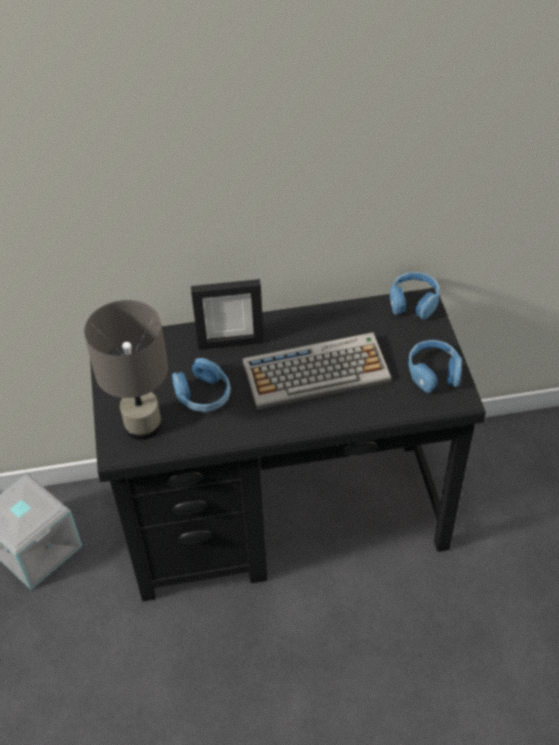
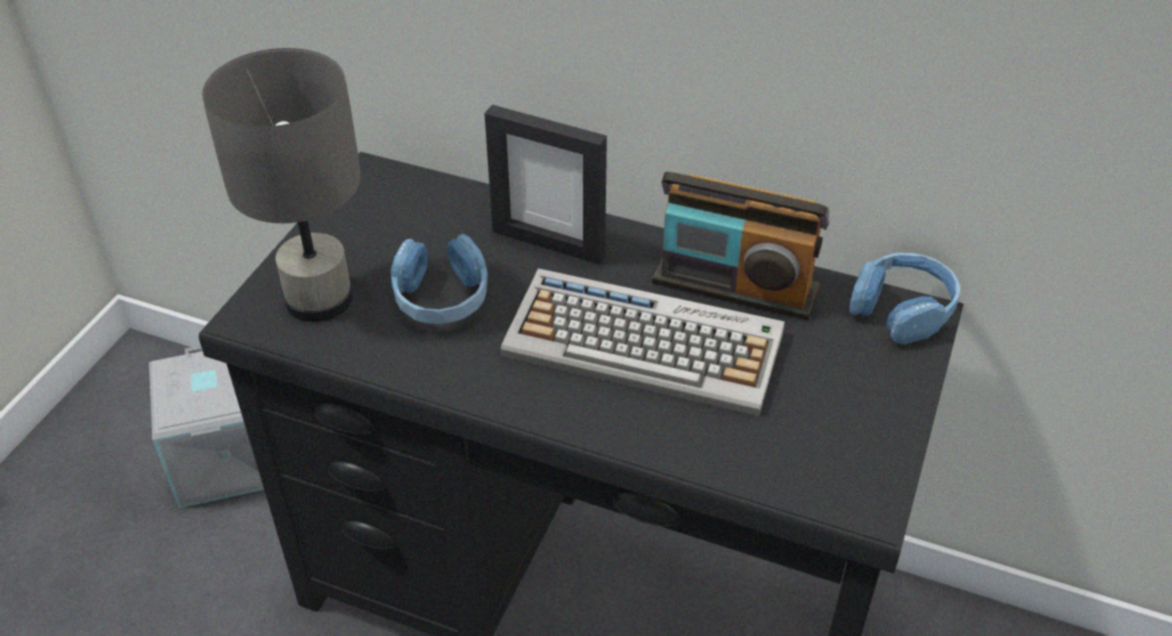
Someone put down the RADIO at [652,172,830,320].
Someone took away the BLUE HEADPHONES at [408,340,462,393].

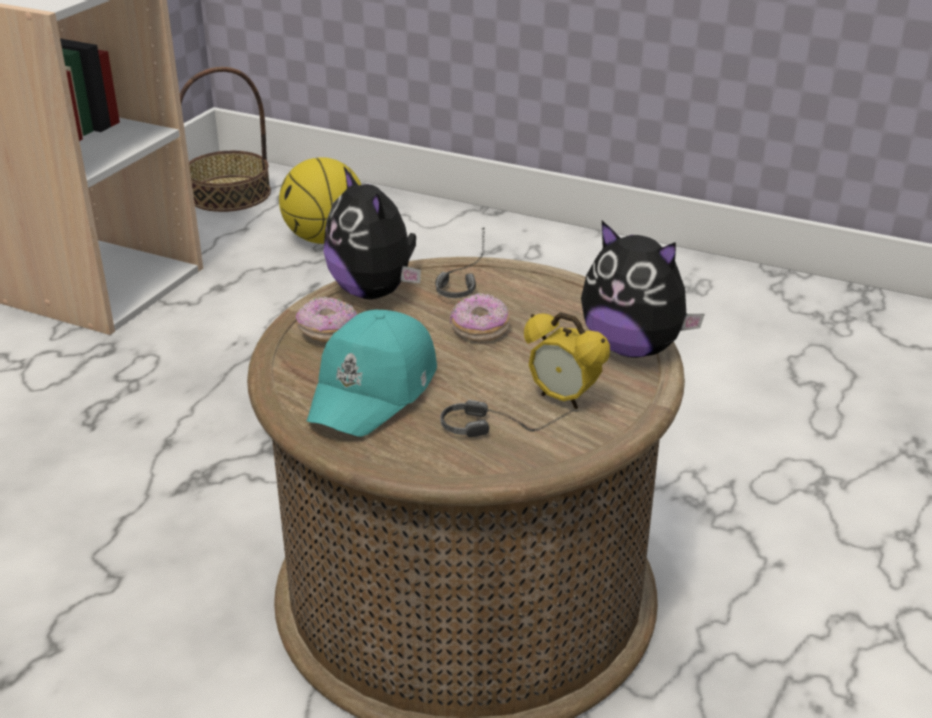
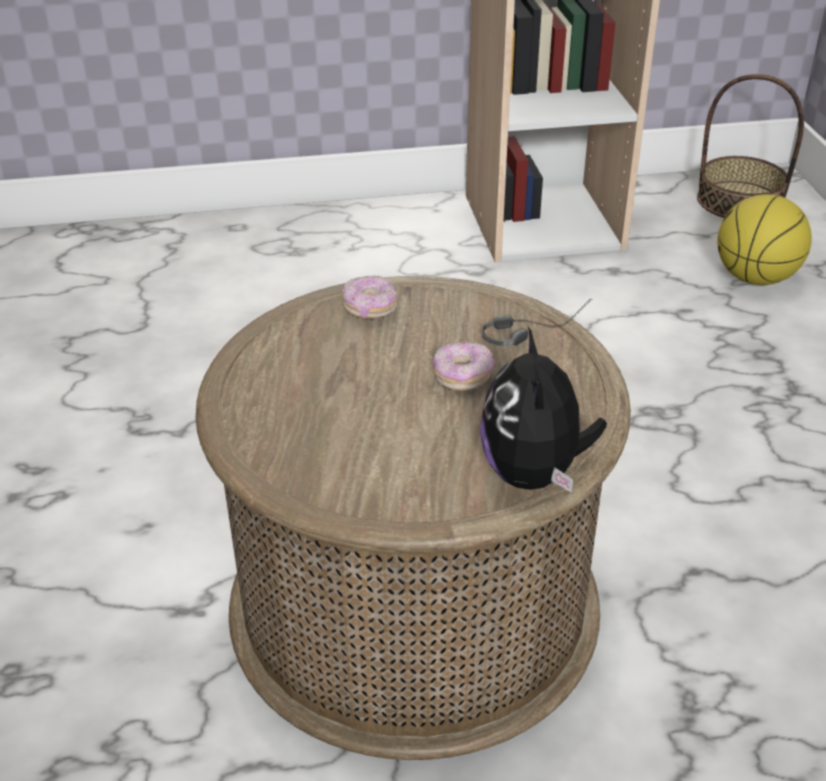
Someone took away the TURQUOISE CAP at [307,310,437,437].
Someone took away the PLUSH TOY at [324,167,421,299].
Someone took away the HEADPHONES at [440,400,579,438].
Someone took away the ALARM CLOCK at [524,312,610,409].

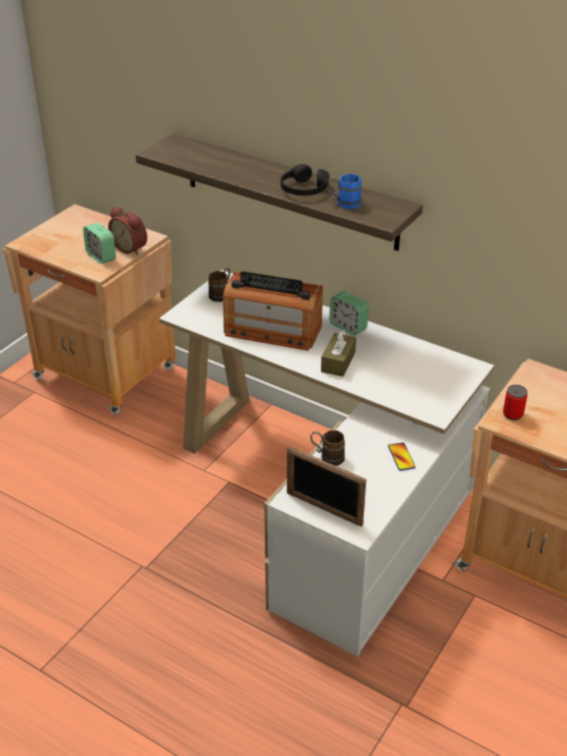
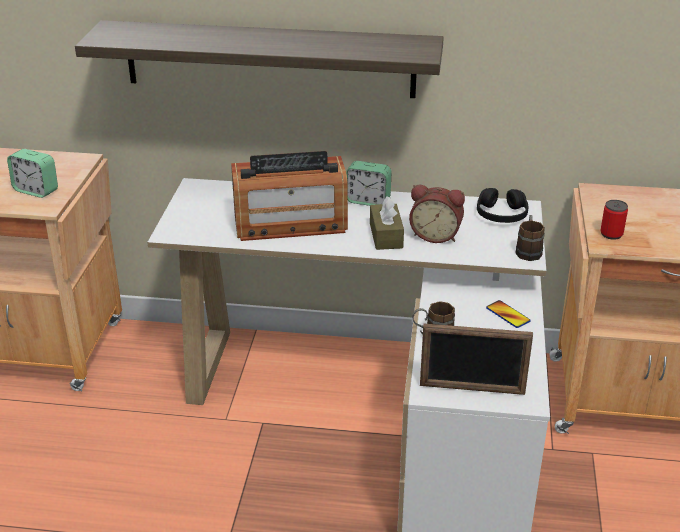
Someone carried the ALARM CLOCK from [108,206,147,255] to [409,185,465,243].
Someone carried the BLACK HEADPHONES from [280,164,329,196] to [477,188,529,223].
Someone carried the BROWN MUG from [208,268,230,302] to [515,215,545,261].
Someone took away the BLUE MUG at [327,174,362,209].

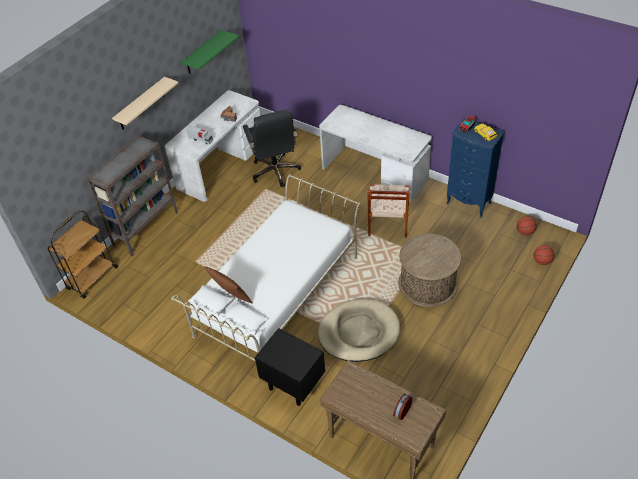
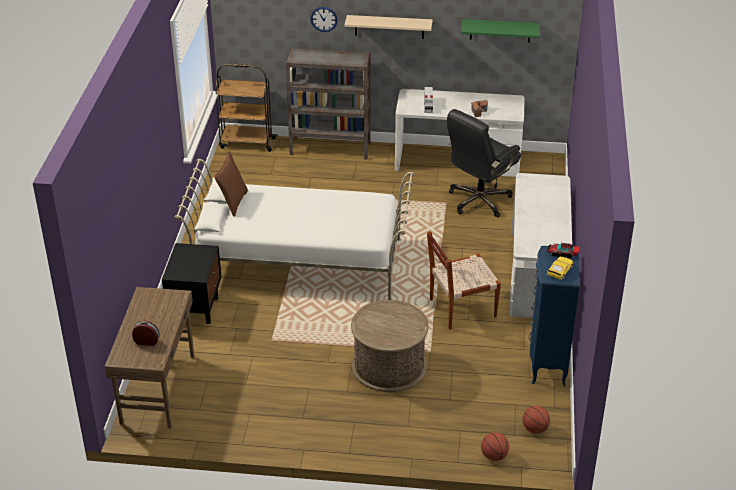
Someone put up the WALL CLOCK at [310,7,338,32].
Someone took away the BEIGE DOG BED at [318,299,400,362].

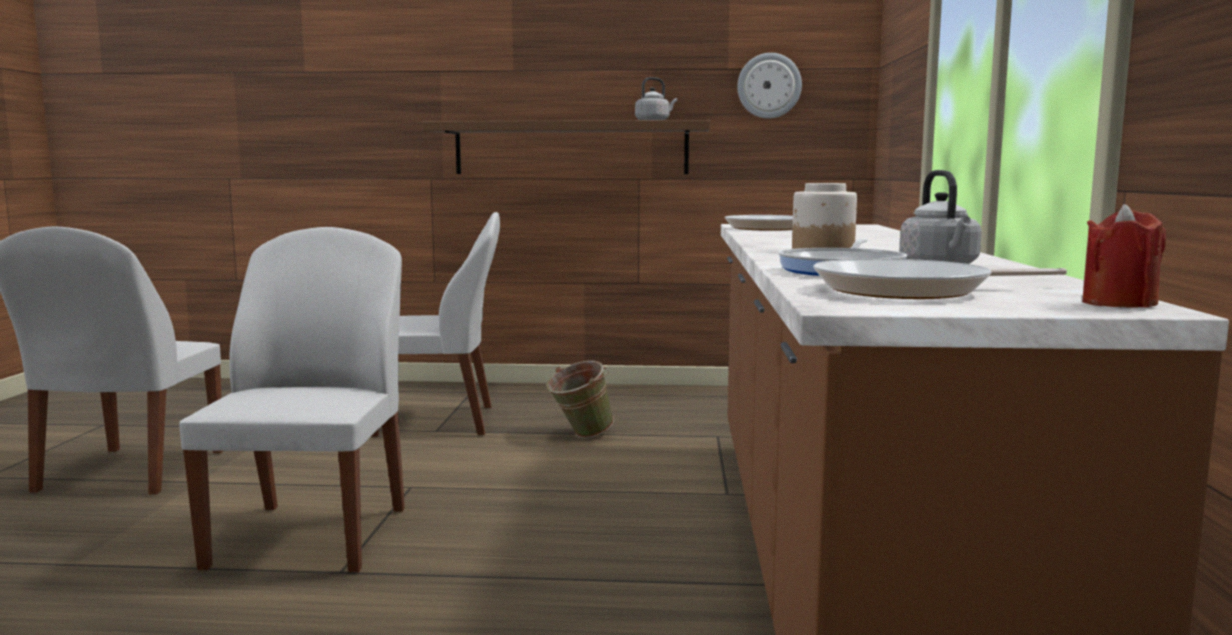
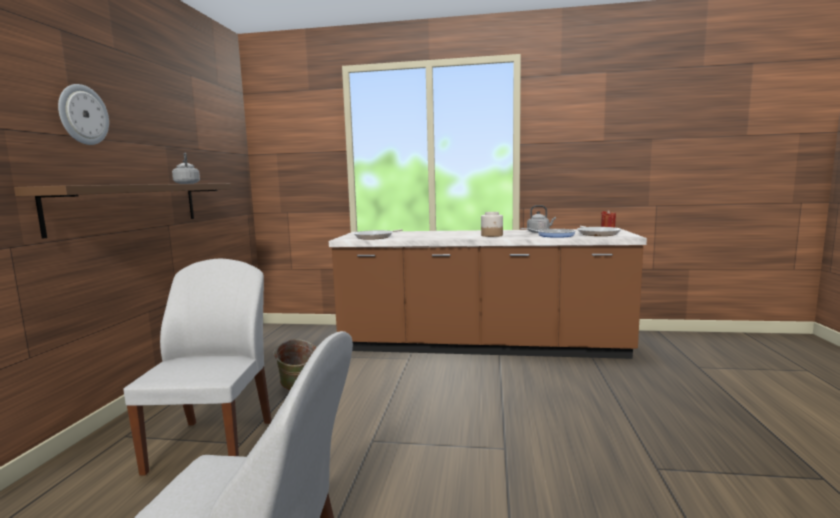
Someone carried the WALL CLOCK from [737,53,802,119] to [58,84,109,145].
Someone took away the WHITE CHAIR at [179,227,405,572].

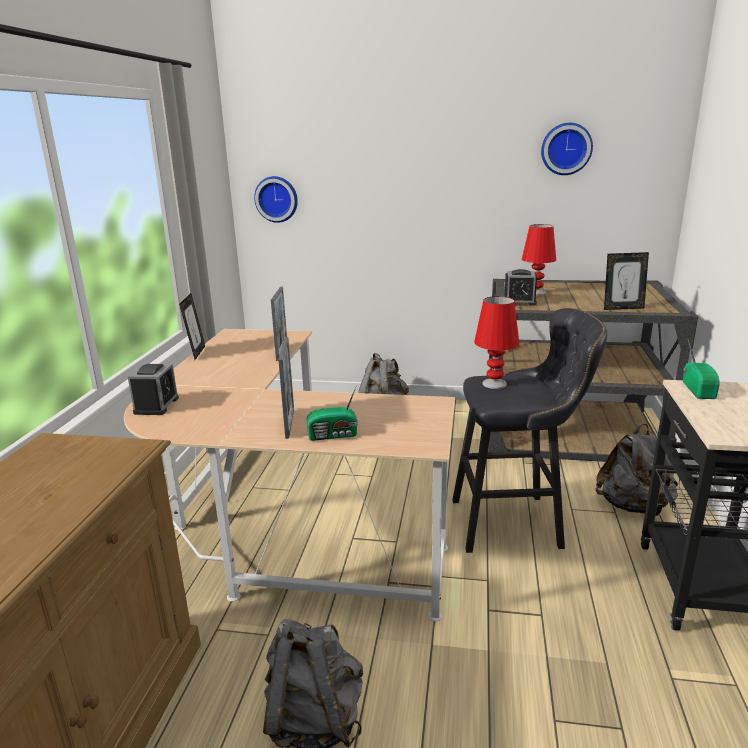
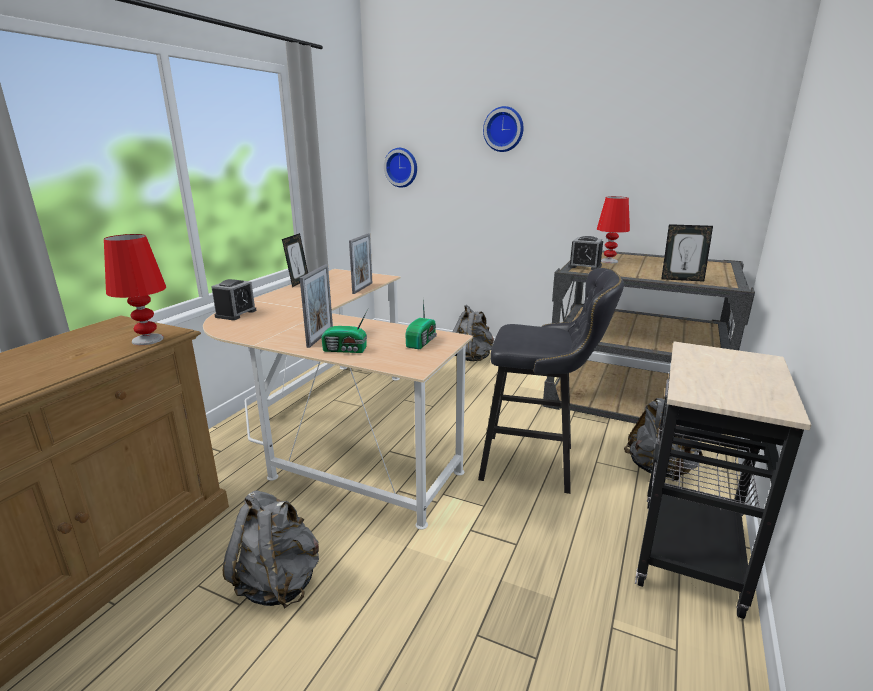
Someone carried the RED TABLE LAMP from [474,296,519,389] to [104,234,166,345].
Someone carried the RADIO from [683,340,720,399] to [405,299,437,349].
Someone carried the WALL CLOCK from [541,123,593,175] to [483,106,524,152].

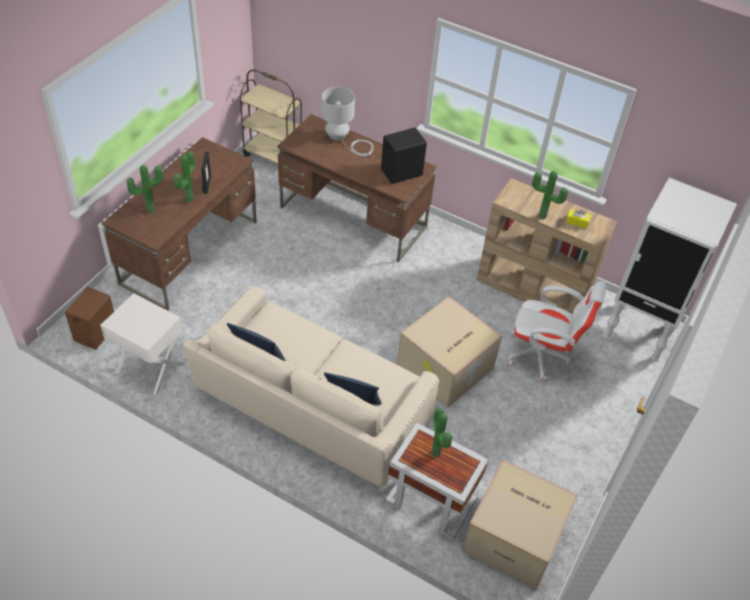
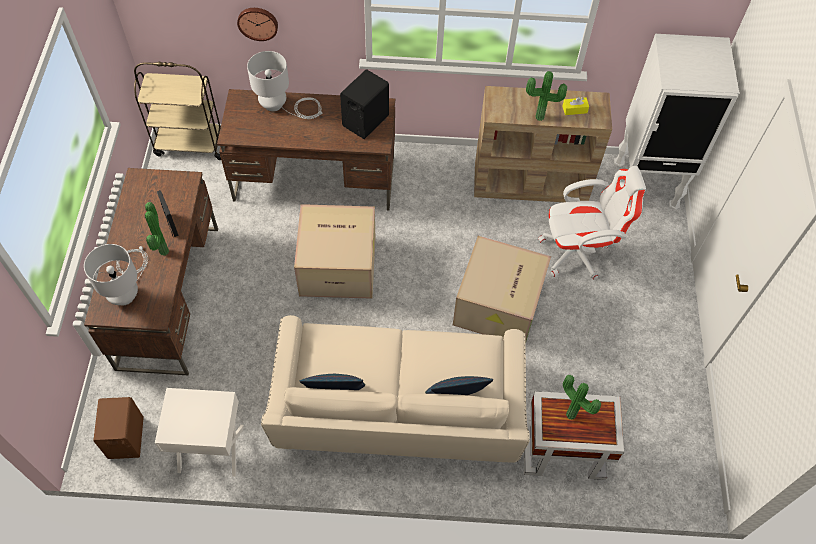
Someone swapped the POTTED PLANT at [127,165,163,213] for the GREY TABLE LAMP at [84,244,148,305].
Someone put up the WALL CLOCK at [237,8,278,41].
Someone carried the CARDBOARD BOX from [462,459,578,590] to [294,204,375,299].

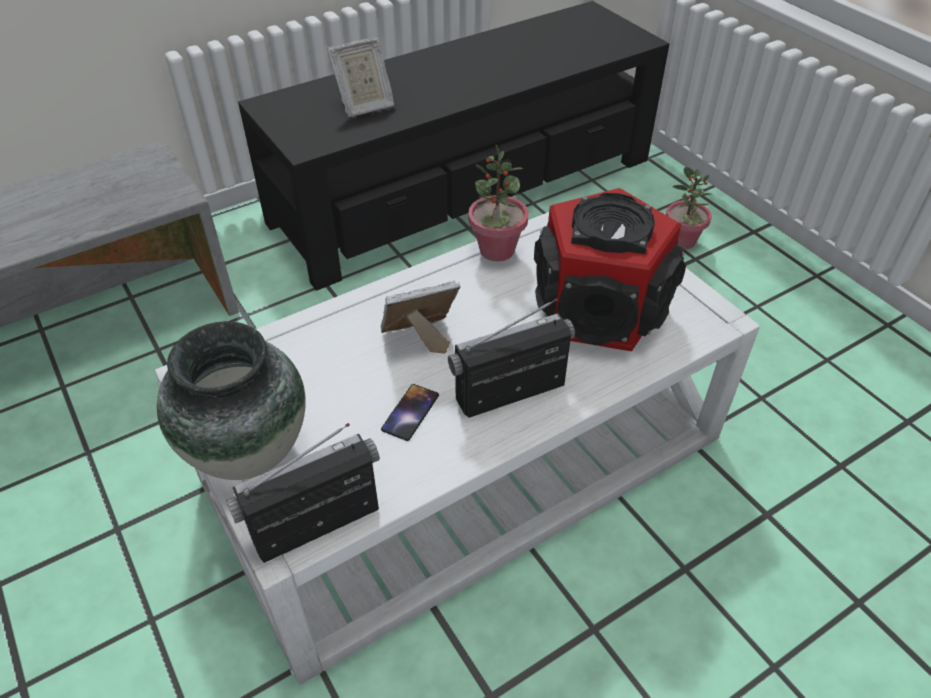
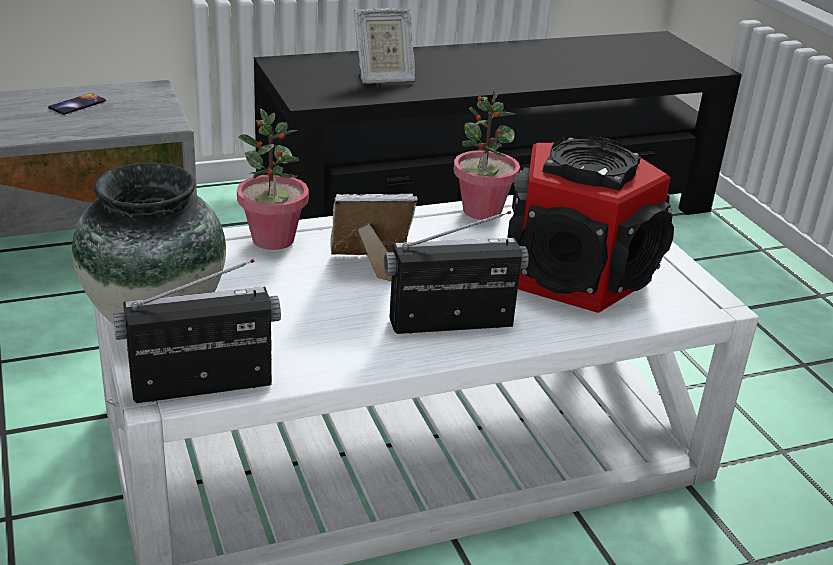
Someone carried the PHONE from [381,384,439,441] to [48,93,106,115].
Someone carried the POTTED PLANT from [666,166,712,249] to [237,109,309,250].

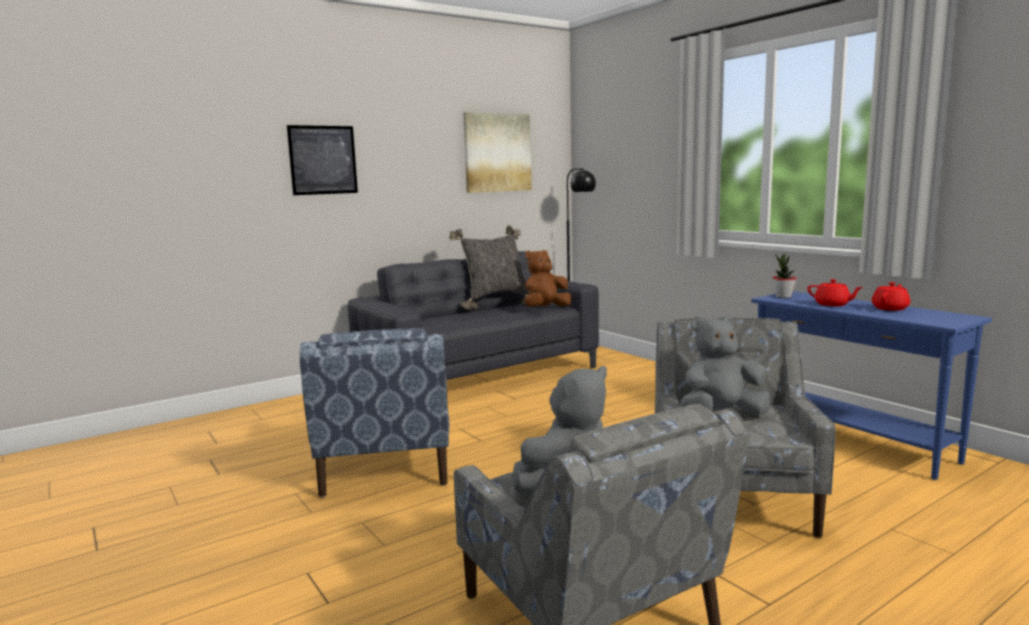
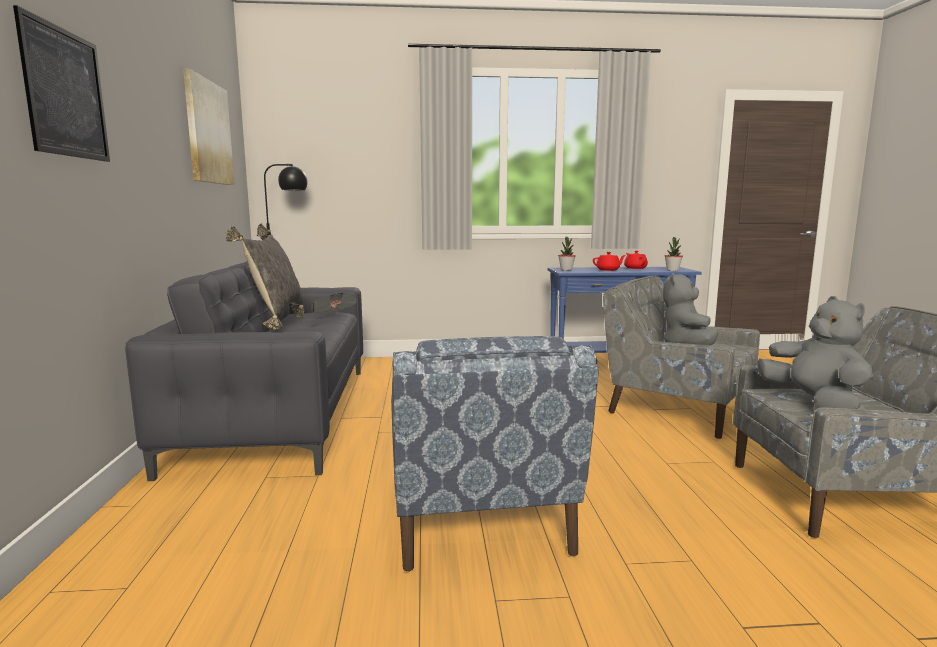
Someone swapped the BROWN PLUSH TOY at [525,250,571,307] for the NEWSPAPER at [311,293,357,313].
Someone rotated the BLUE ARMCHAIR at [300,328,450,497] by 60 degrees clockwise.
Someone put down the POTTED PLANT at [665,237,683,271].

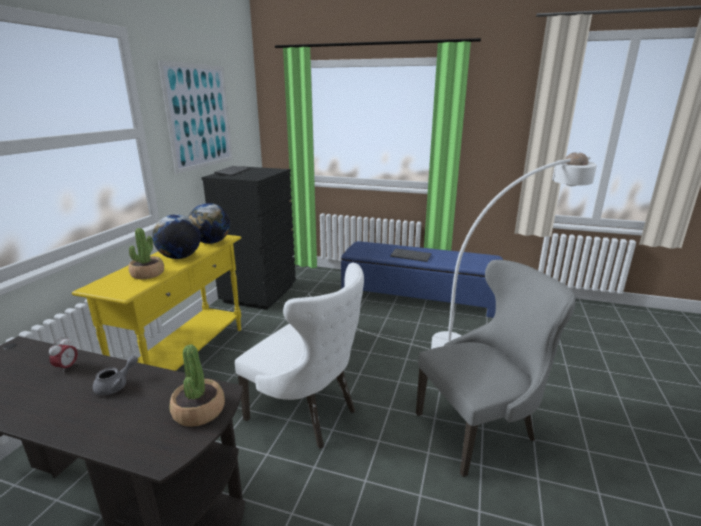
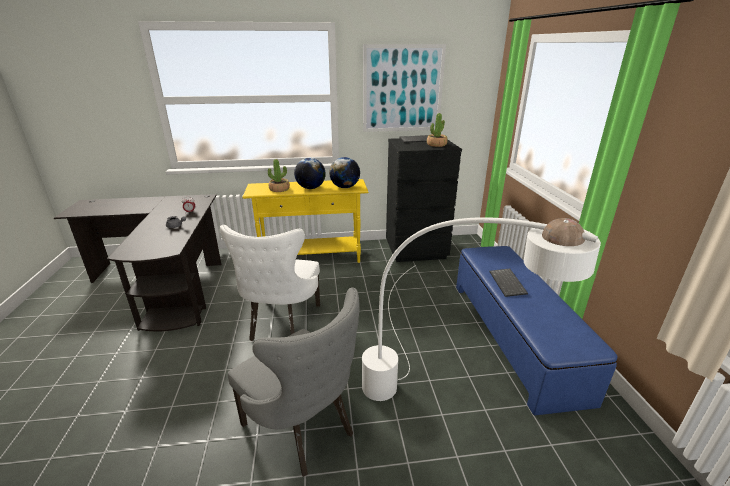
Someone carried the POTTED PLANT from [170,344,225,427] to [427,113,448,147].

